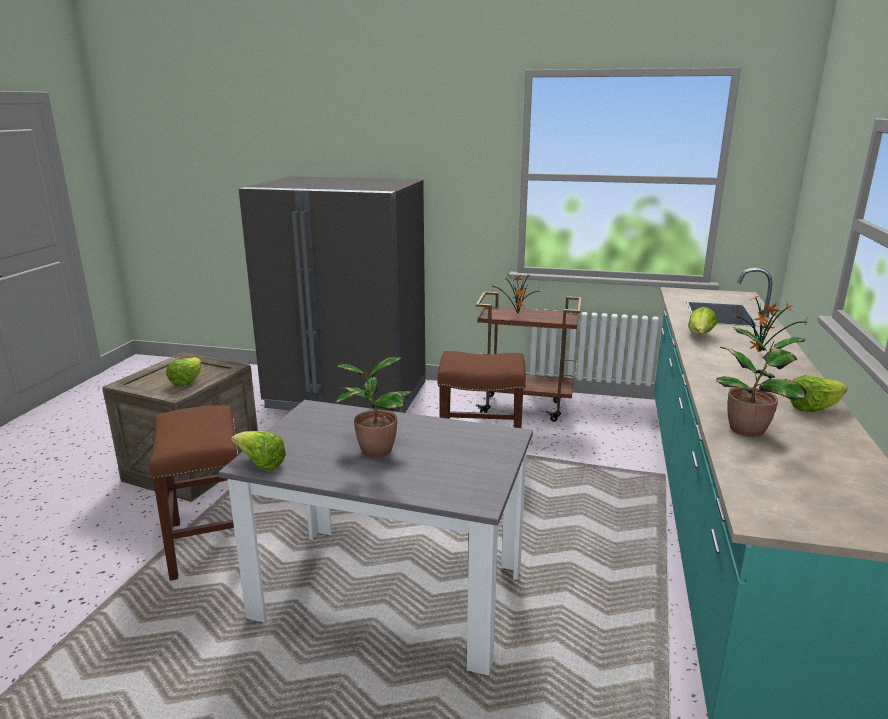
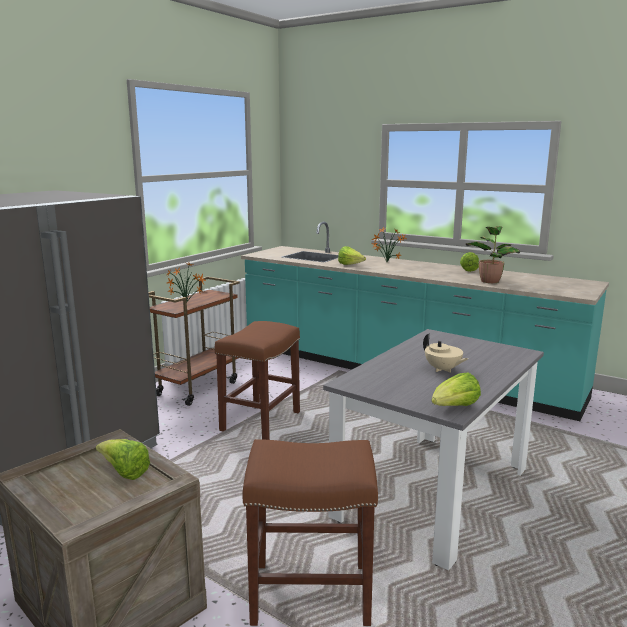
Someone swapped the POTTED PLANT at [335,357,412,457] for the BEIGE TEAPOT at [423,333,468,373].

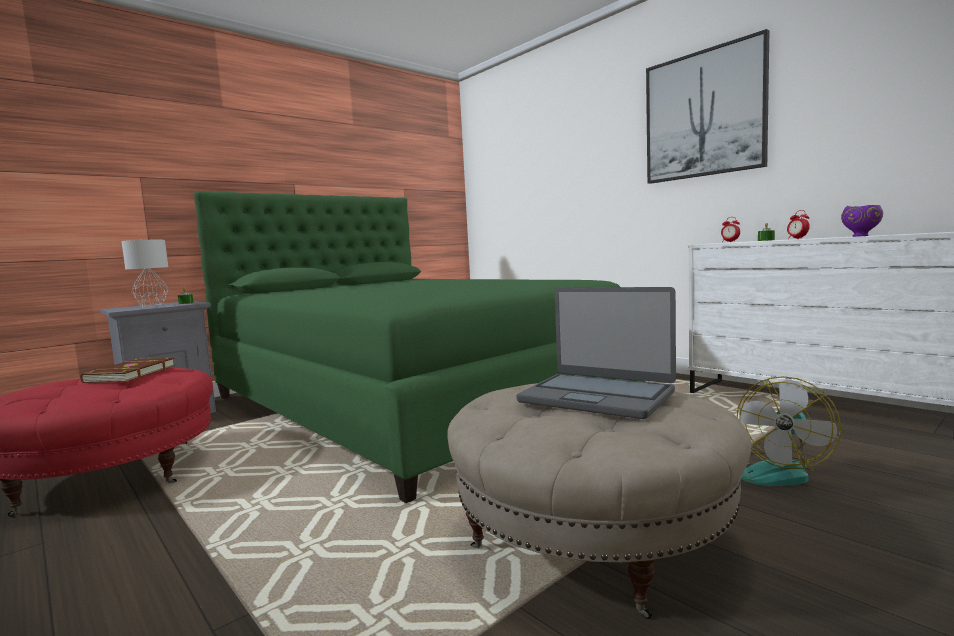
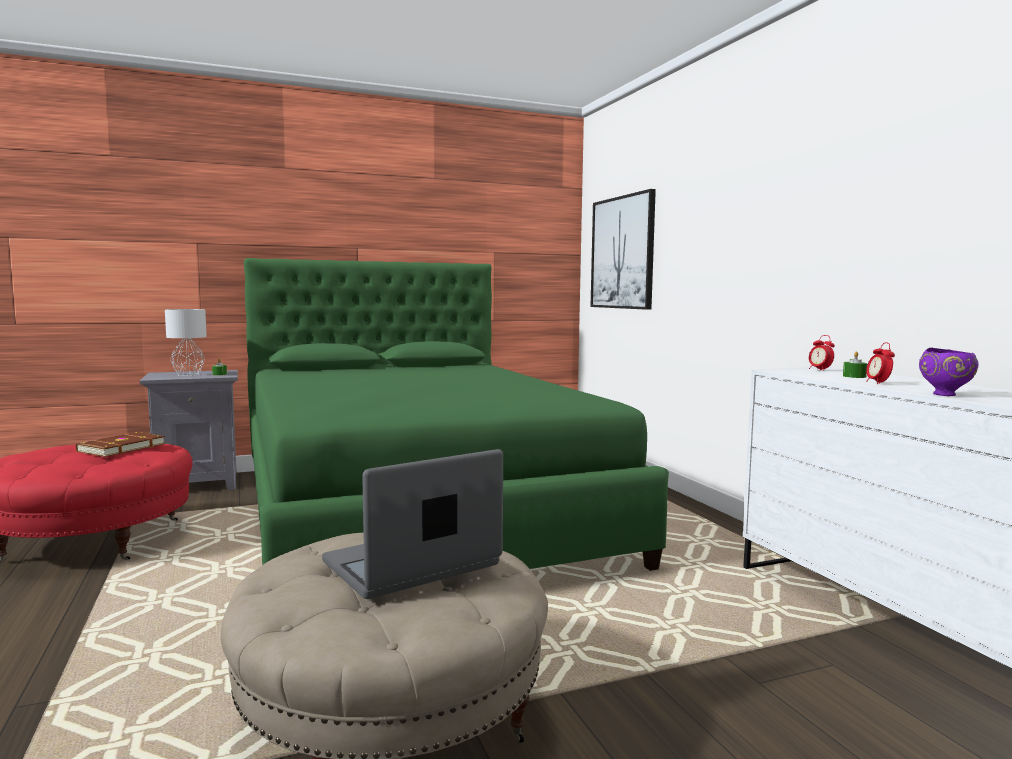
Someone rotated the LAPTOP at [516,287,676,419] by 90 degrees clockwise.
Someone carried the PICTURE from [646,29,769,184] to [590,189,656,310].
Someone took away the FAN at [737,376,841,486].

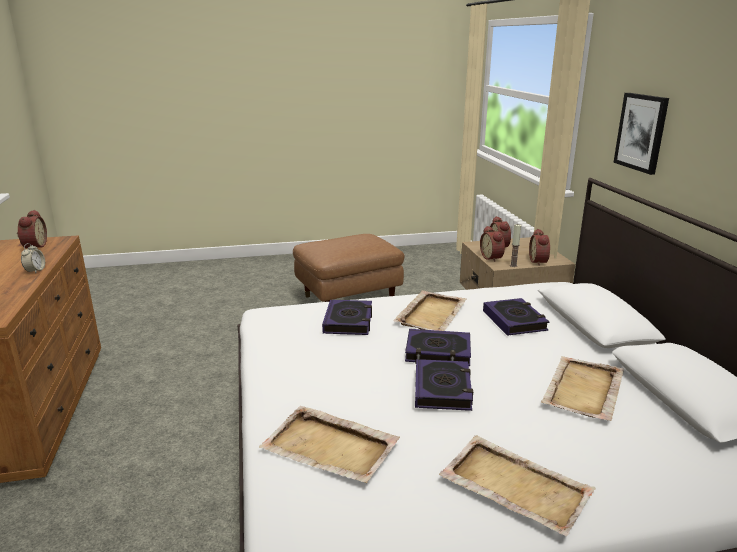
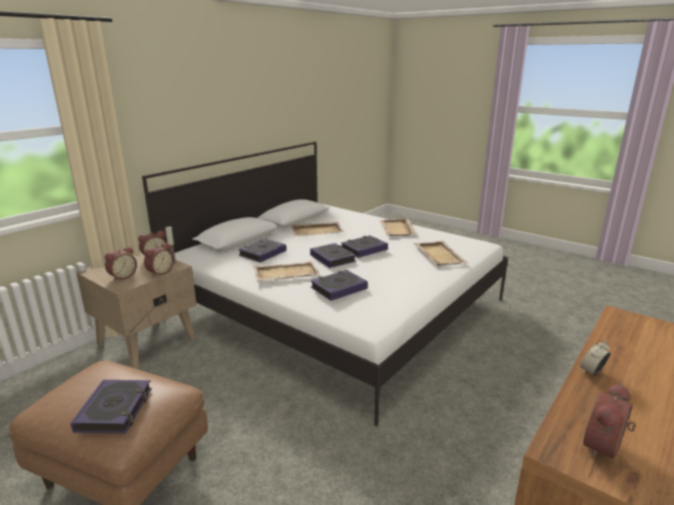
Someone put down the BOOK at [71,380,152,433].
Someone took away the PICTURE at [613,93,669,175].

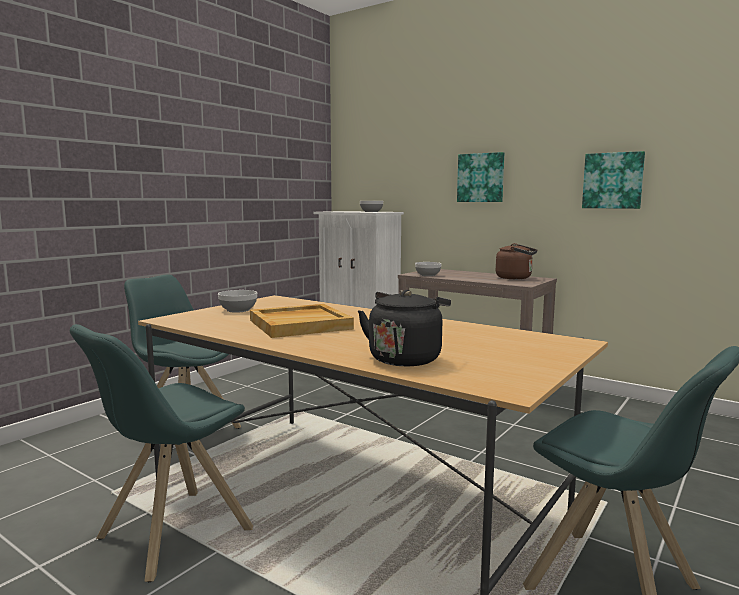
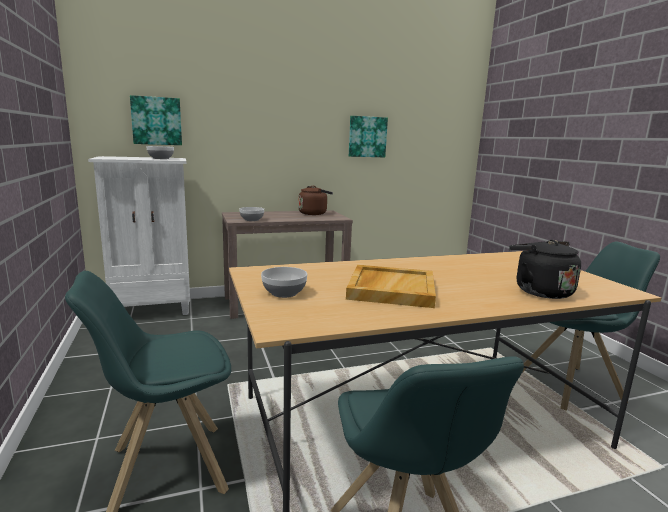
Someone carried the PICTURE from [457,152,504,202] to [130,95,182,145].

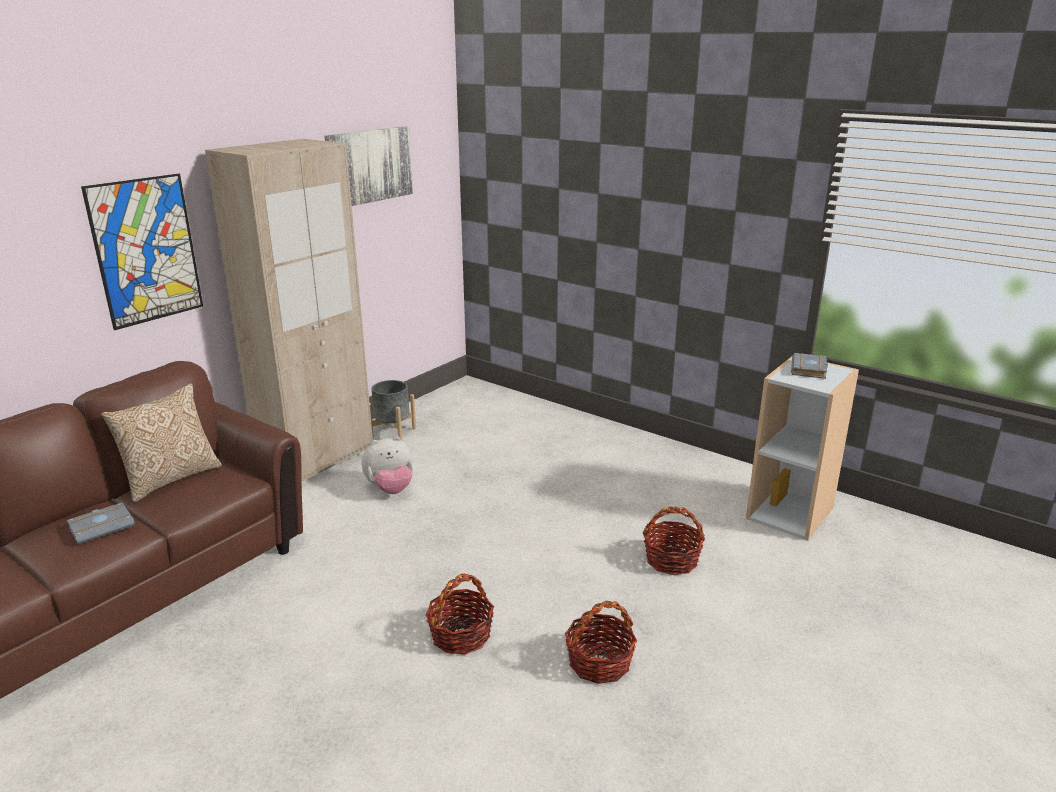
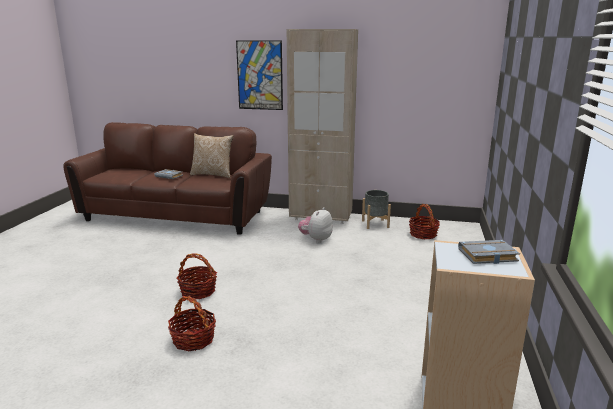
Someone rotated the PLUSH TOY at [361,436,413,494] by 75 degrees clockwise.
Someone carried the BASKET from [642,507,705,575] to [409,204,440,239].
Someone took away the PICTURE at [324,127,413,206].

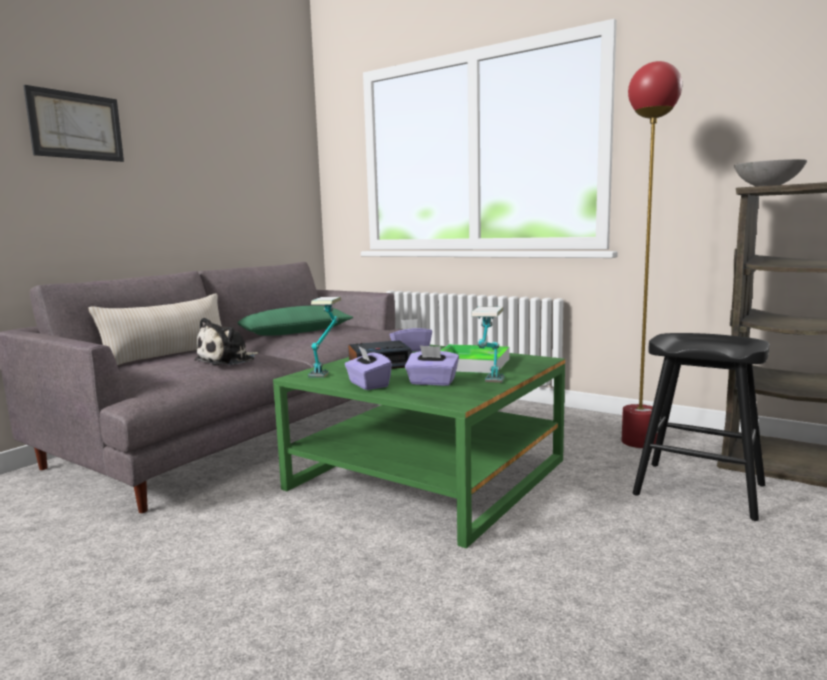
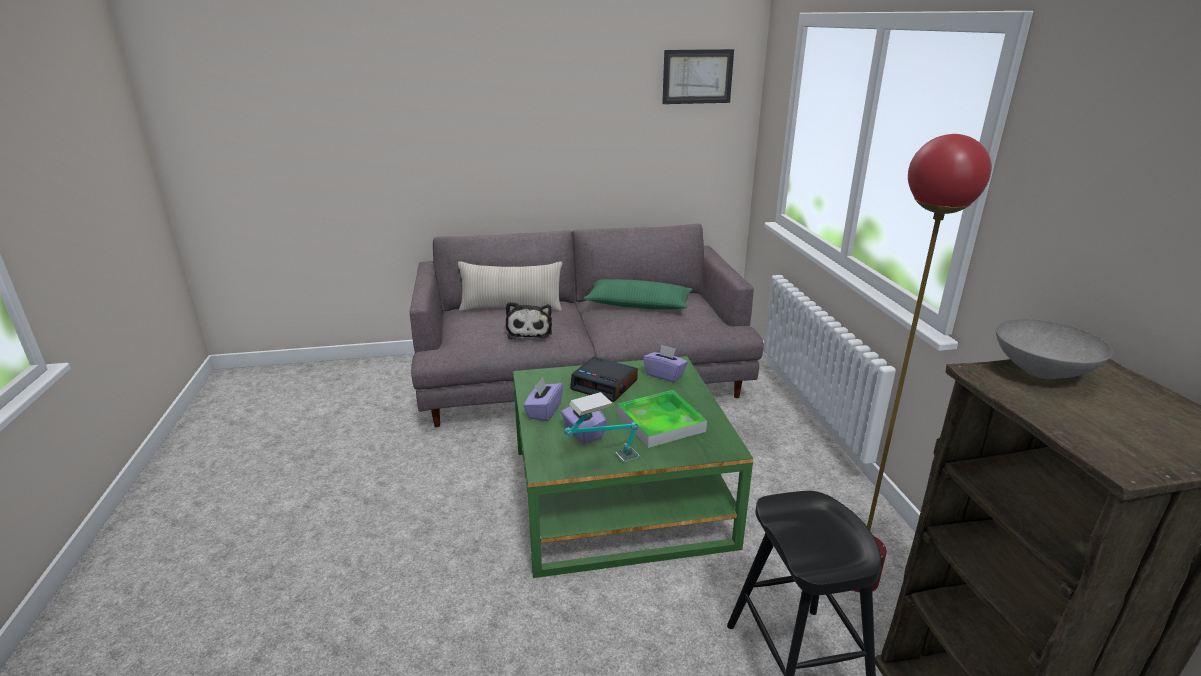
Someone rotated the PLUSH TOY at [194,318,259,365] by 90 degrees counterclockwise.
Someone carried the PICTURE from [23,85,124,162] to [662,49,734,104].
Someone took away the TABLE LAMP at [308,297,341,378].

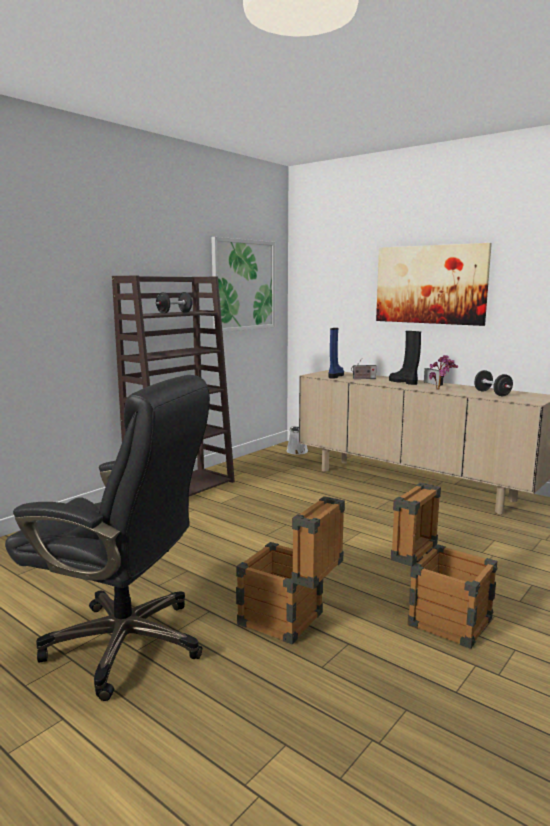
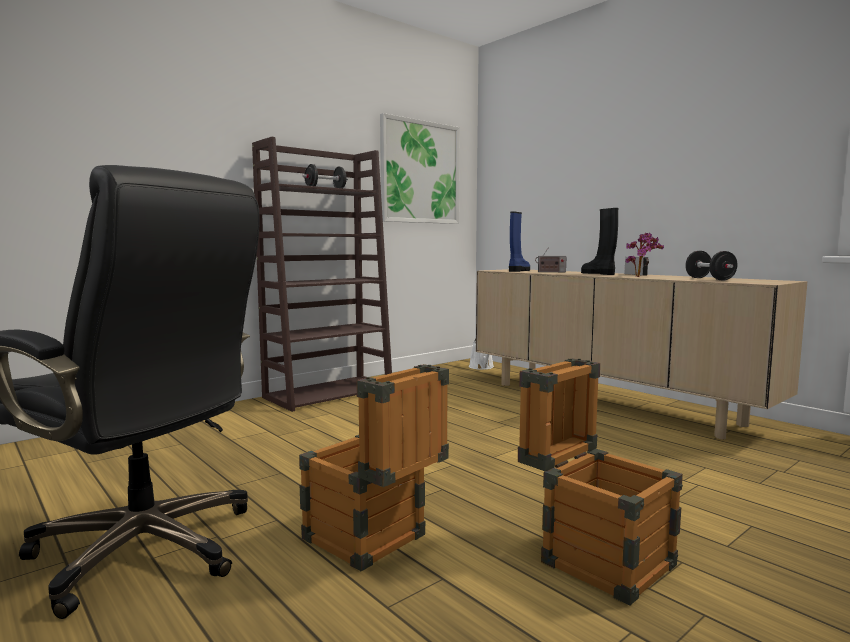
Someone took away the PICTURE at [376,243,492,326].

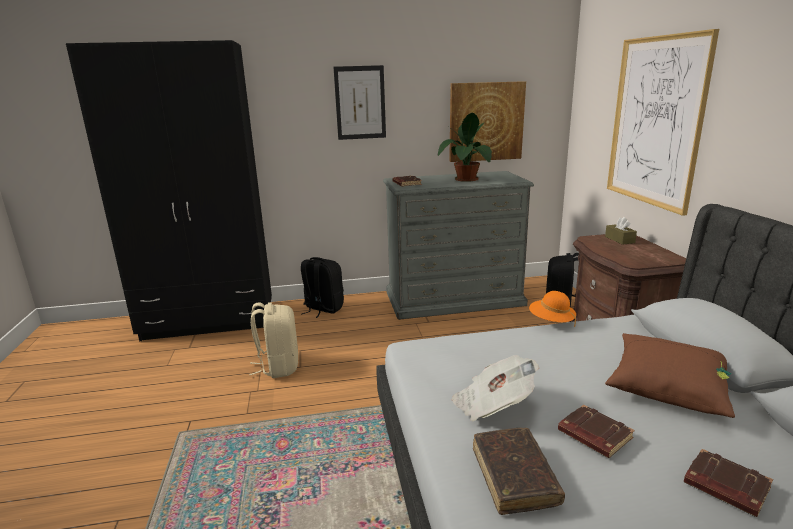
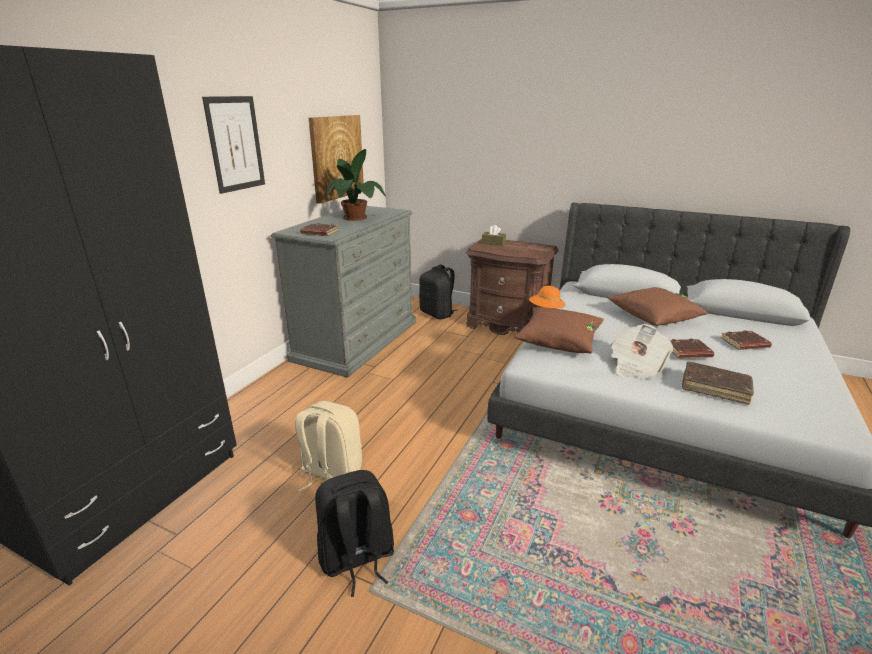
Someone carried the BLACK BACKPACK from [301,257,344,318] to [315,470,394,597].
Someone put down the BROWN PILLOW at [514,307,604,353].
Someone took away the PICTURE at [607,29,719,216].

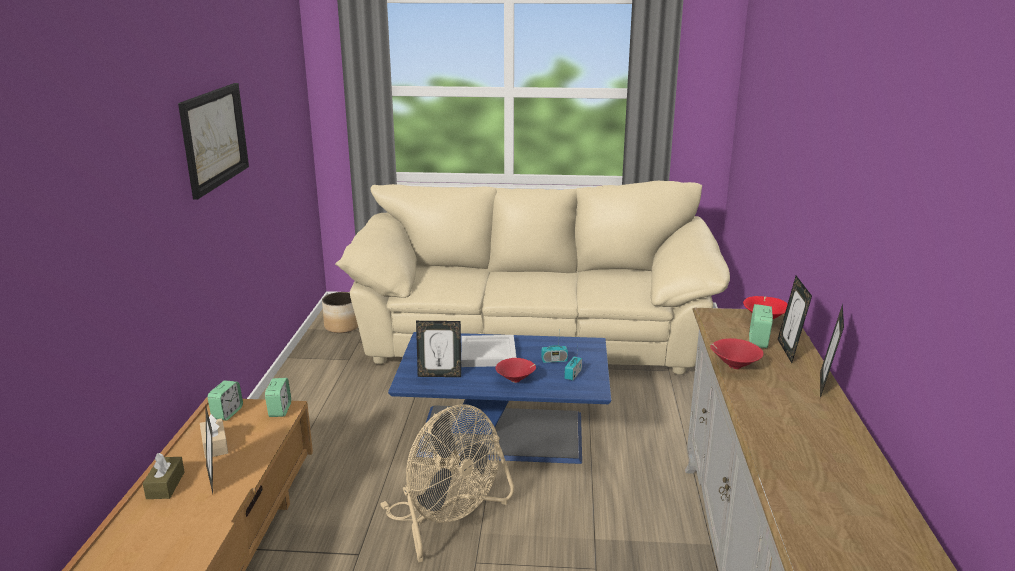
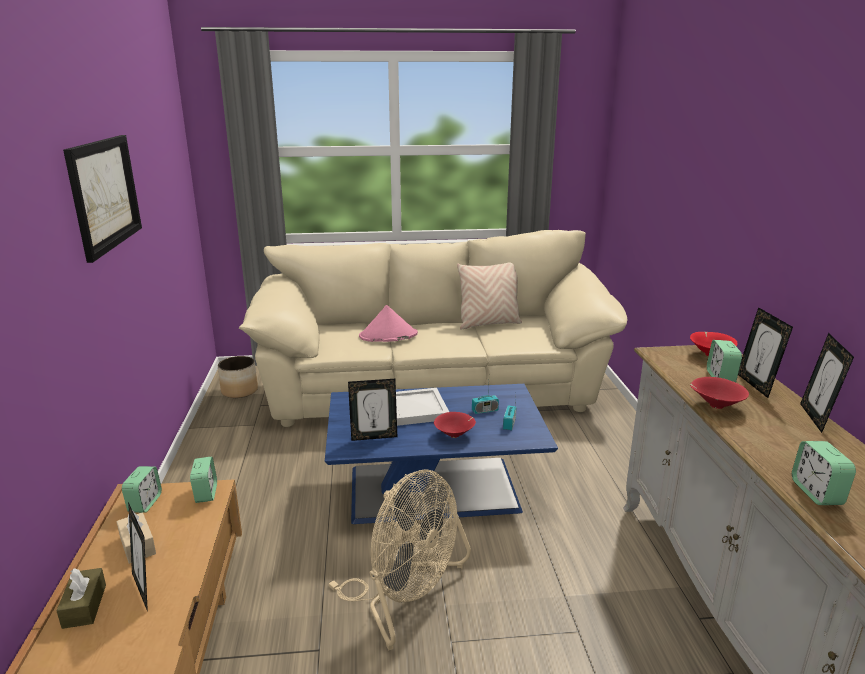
Someone put down the PINK HAT at [359,305,418,342].
Someone put down the BEIGE PILLOW at [457,263,522,330].
Someone put down the ALARM CLOCK at [792,441,856,505].

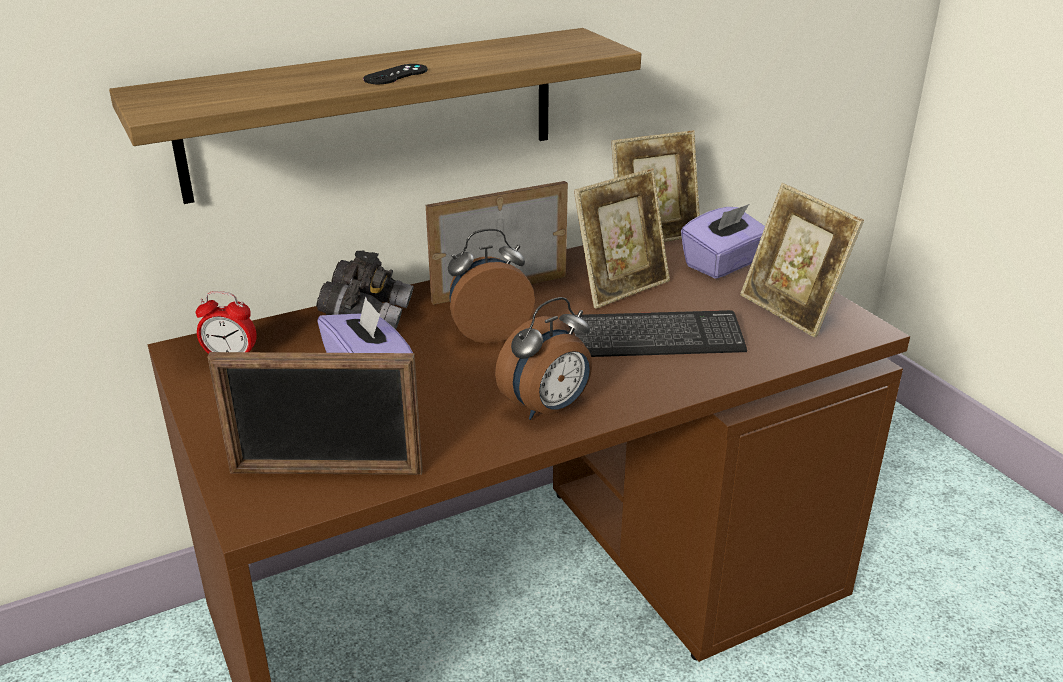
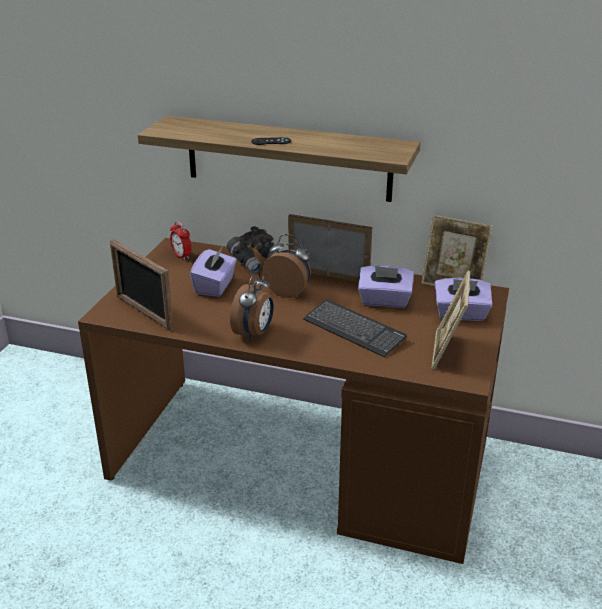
Someone rotated the ALARM CLOCK at [495,297,592,420] by 75 degrees counterclockwise.
Someone swapped the PICTURE FRAME at [574,168,670,309] for the PURPLE TISSUE BOX at [358,265,414,308].

